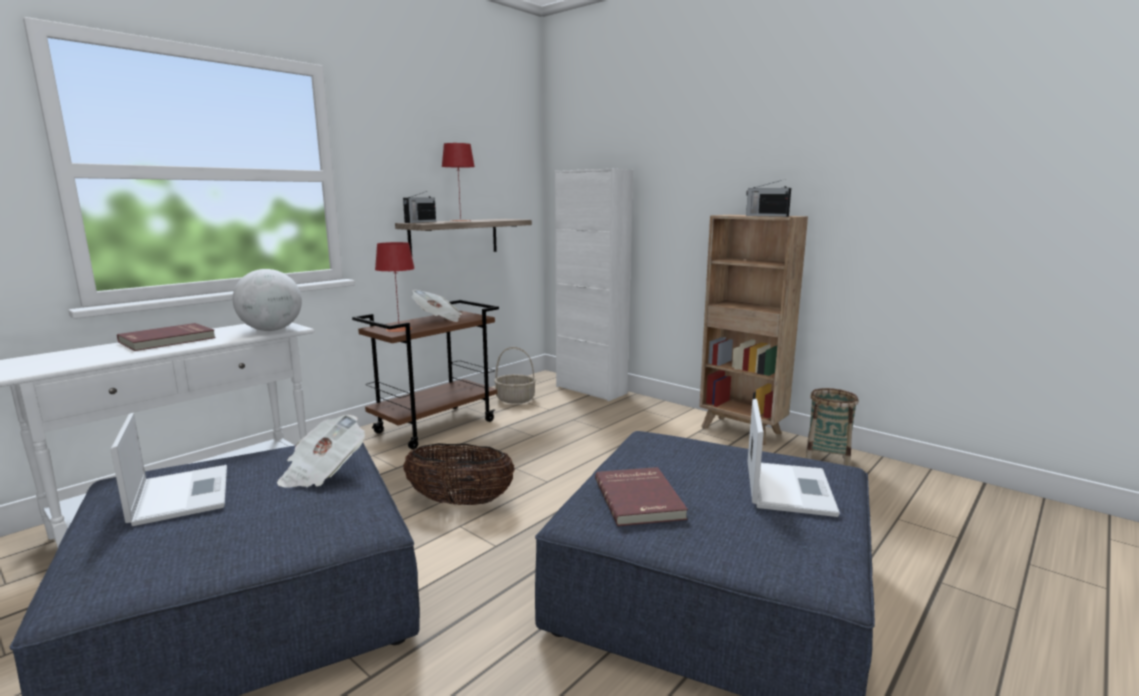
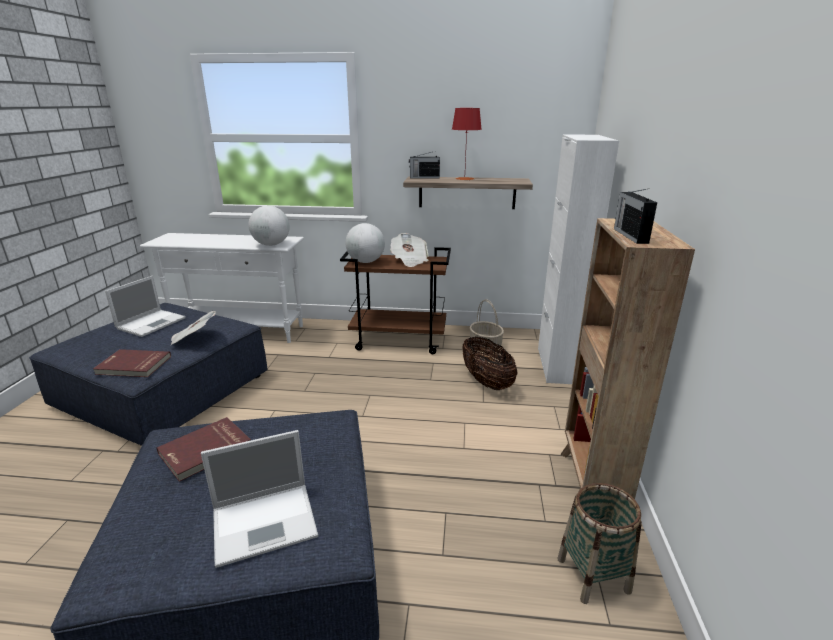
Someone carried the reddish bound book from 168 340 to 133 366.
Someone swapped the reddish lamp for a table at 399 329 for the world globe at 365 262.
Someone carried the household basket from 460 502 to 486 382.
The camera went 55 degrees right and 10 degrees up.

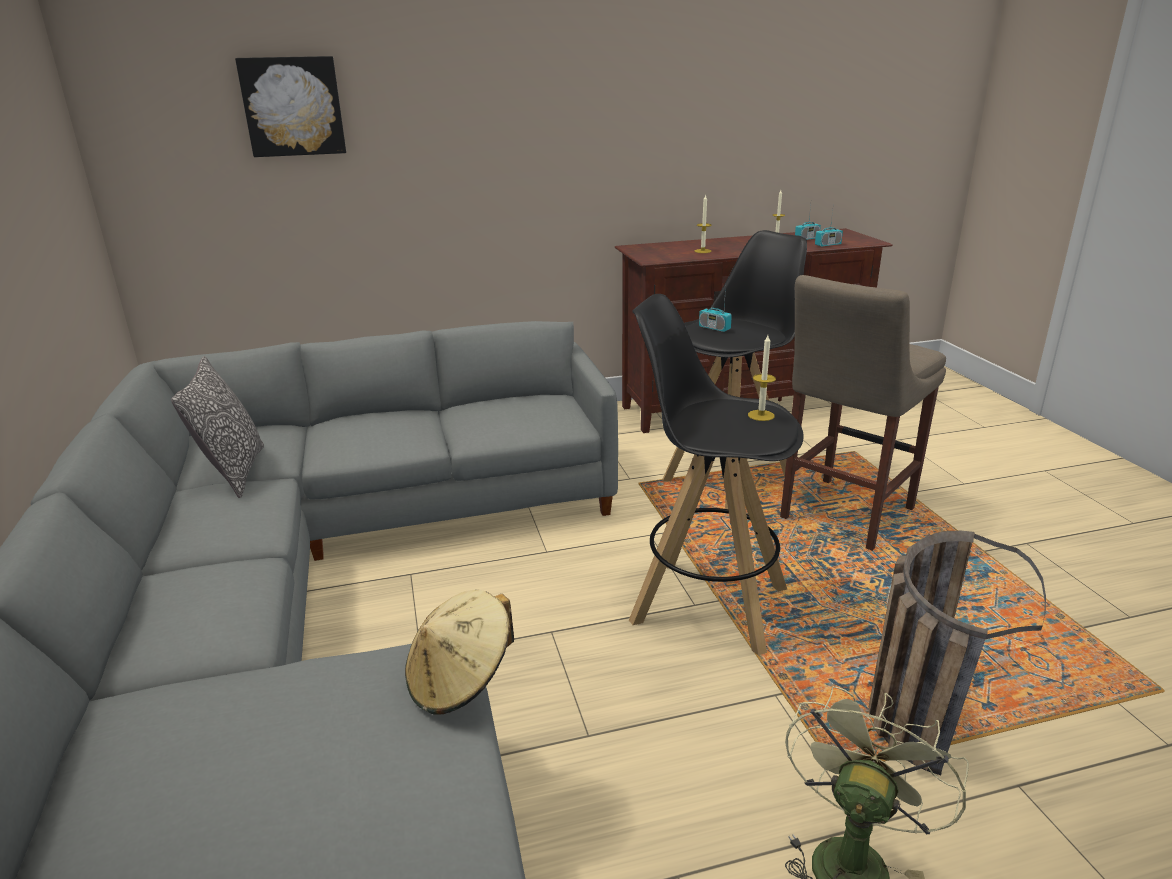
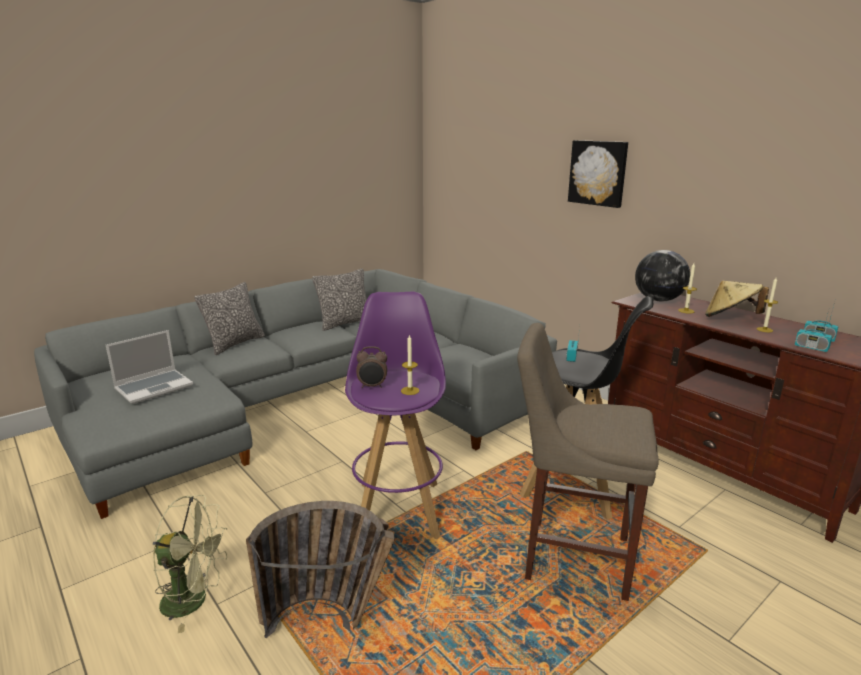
Someone carried the wall art from 293 106 to 598 173.
Someone carried the sand-coloured hat from 460 680 to 730 318.
Someone repainted the black-coloured stool at 707 604, which became the purple-coloured stool at 399 508.
Someone put down the notebook computer at 154 387.
Someone put down the cushion at 235 344.
Someone put down the table clock at 372 386.
Someone put down the world globe at 658 300.
The camera went 65 degrees right and 5 degrees down.

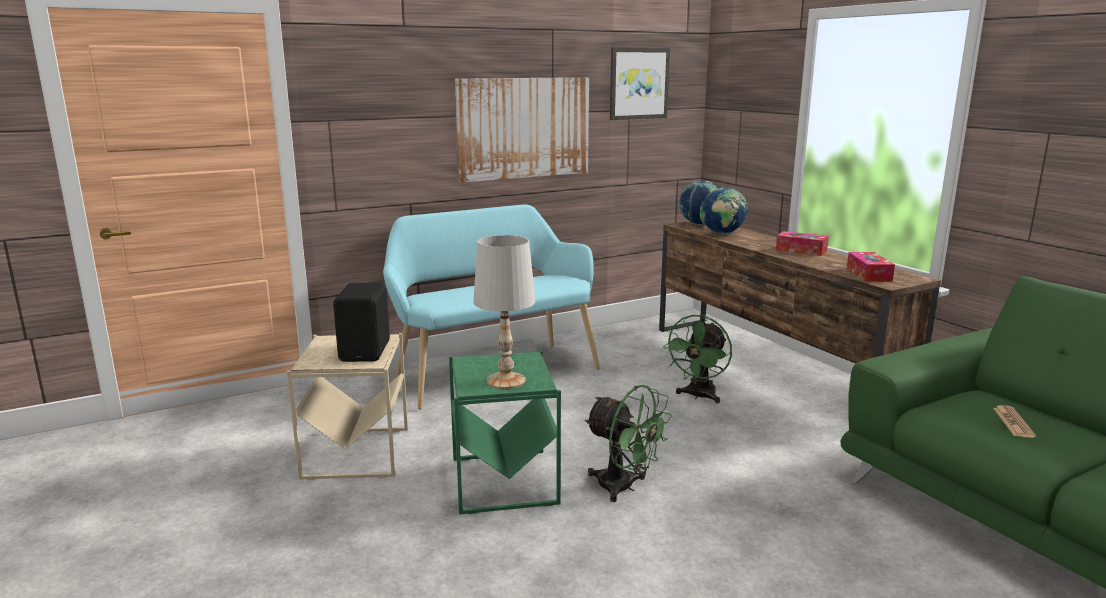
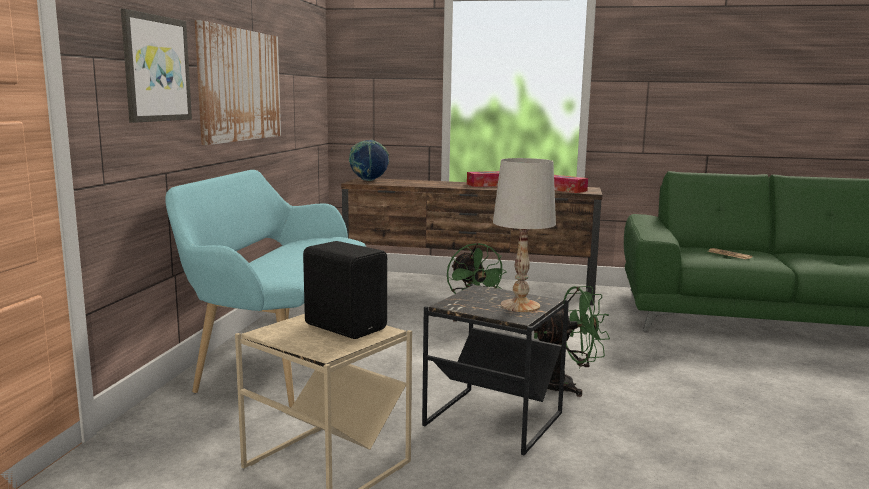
Someone repainted the green accent table at 504 481, which became the black-coloured accent table at 492 419.
Someone carried the wall art from 638 83 to 156 68.
Someone took away the world globe at 722 234.
The camera went 50 degrees left and 5 degrees down.

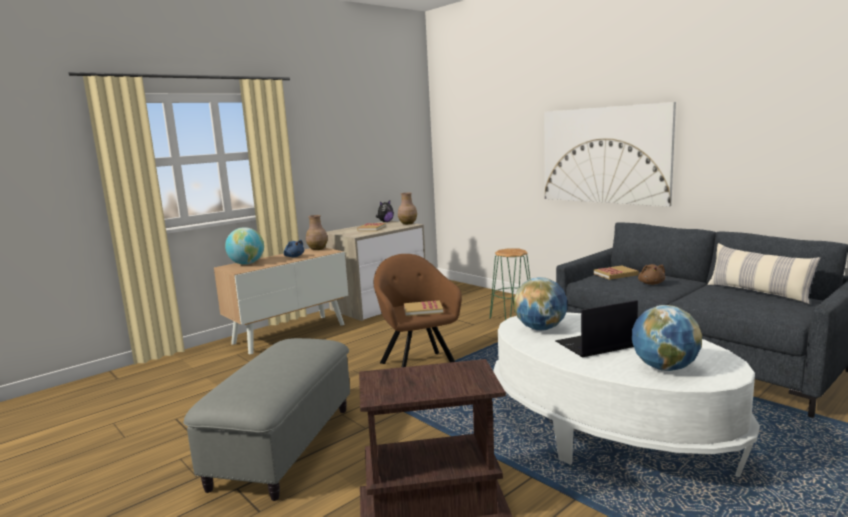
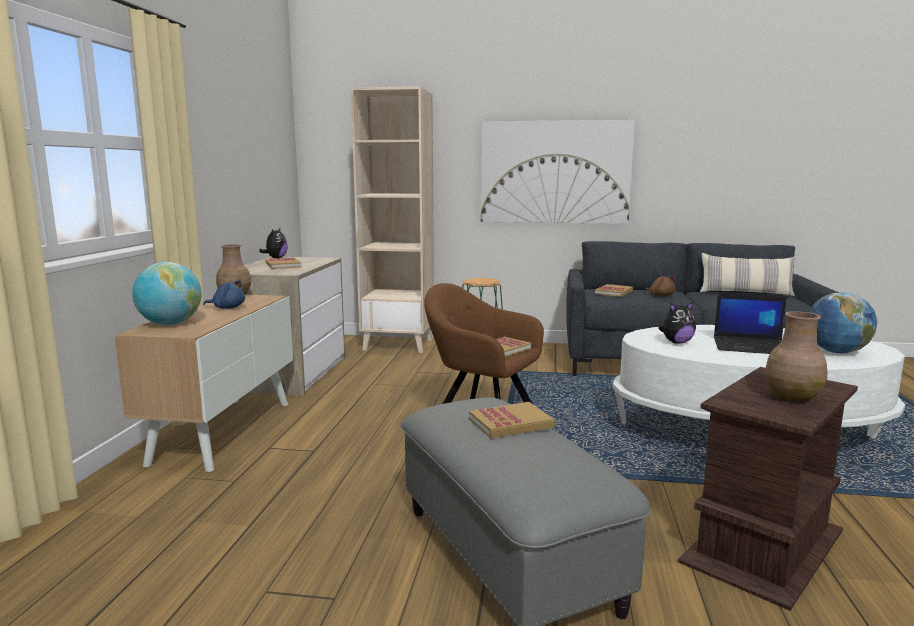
Someone carried the brown-coloured vase from 407 223 to 791 398.
Someone swapped the world globe at 540 328 for the soft toy at 676 342.
Someone rotated the notebook computer at 595 345 by 105 degrees counterclockwise.
Someone put down the sand-coloured bookcase at 399 344.
Someone put down the bound book at 511 423.
The camera went 40 degrees left and 0 degrees up.

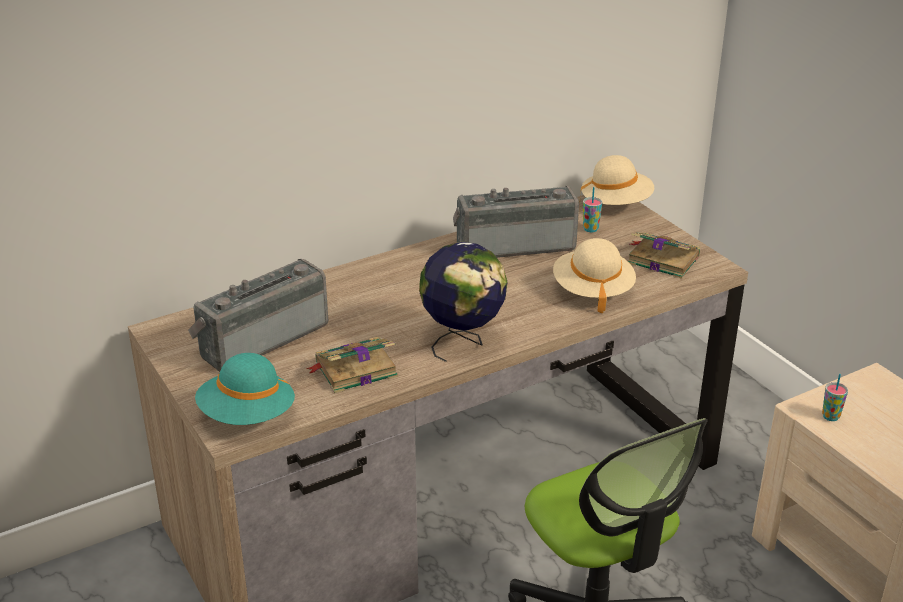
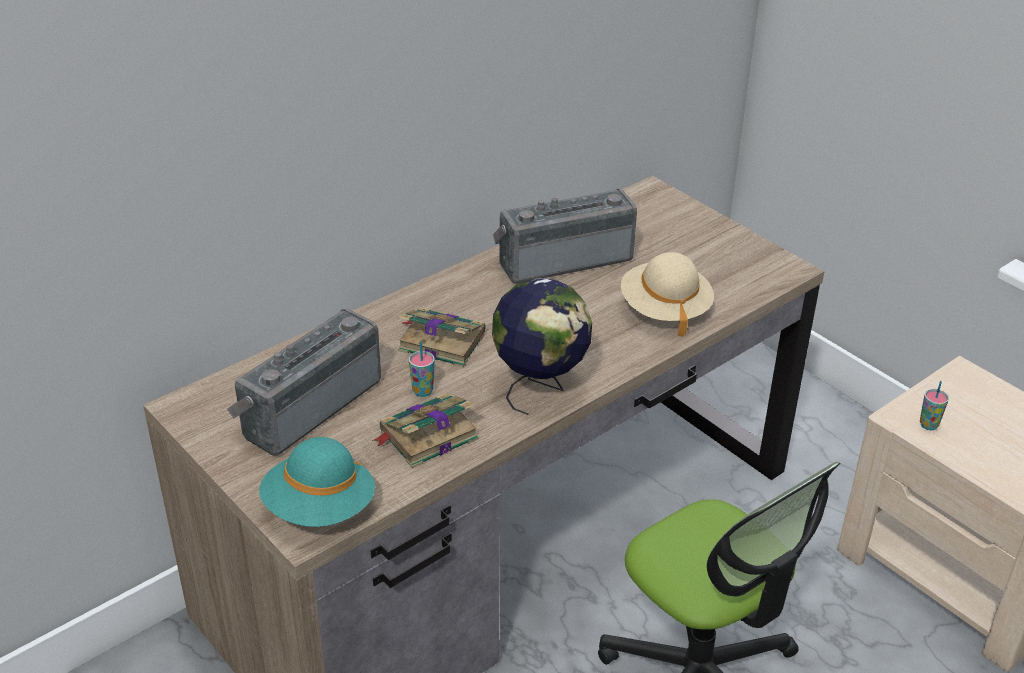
Someone took away the sand-coloured hat at 616 204.
Someone carried the drinking cup from 590 229 to 422 391.
Someone carried the bound book from 661 259 to 440 341.
The camera went 10 degrees left and 5 degrees up.

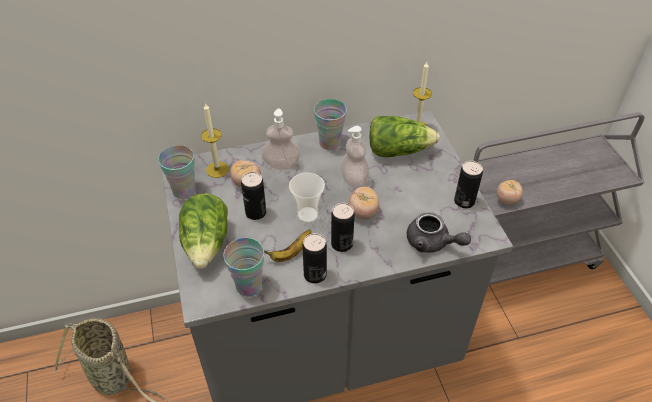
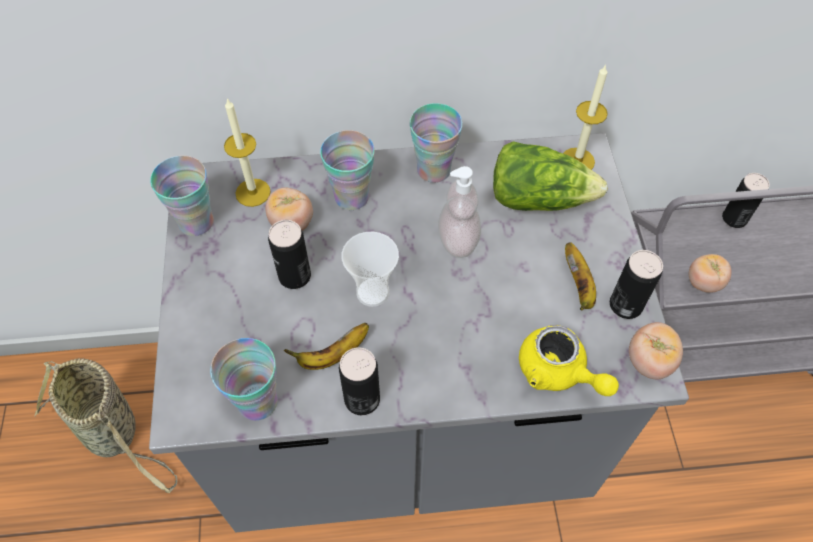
Someone took away the head of lettuce at 207 243.
Someone swapped the soap bottle at 281 164 for the drinking cup at 351 197.
Someone carried the sealed can from 342 244 to 734 218.
Someone carried the fresh tomato from 363 212 to 649 361.
Someone repainted the gray tea pot at 432 243, which became the yellow-coloured tea pot at 558 372.
Someone put down the banana at 579 286.
The camera went 10 degrees right and 10 degrees up.

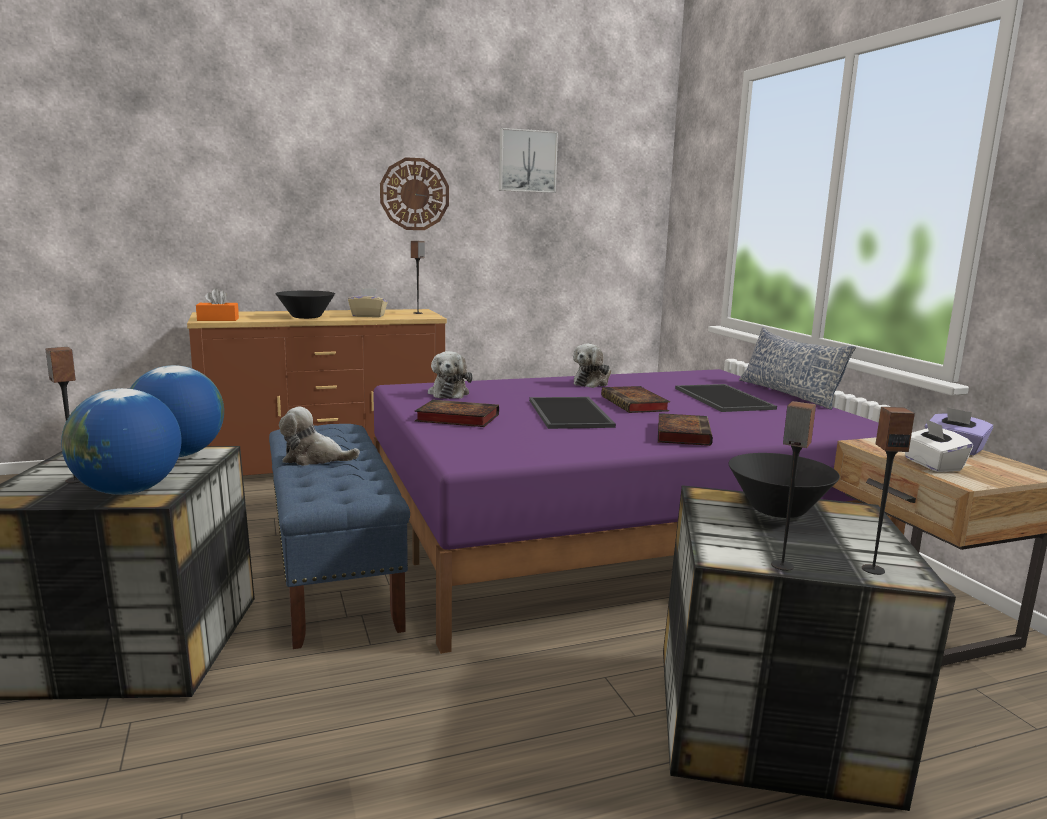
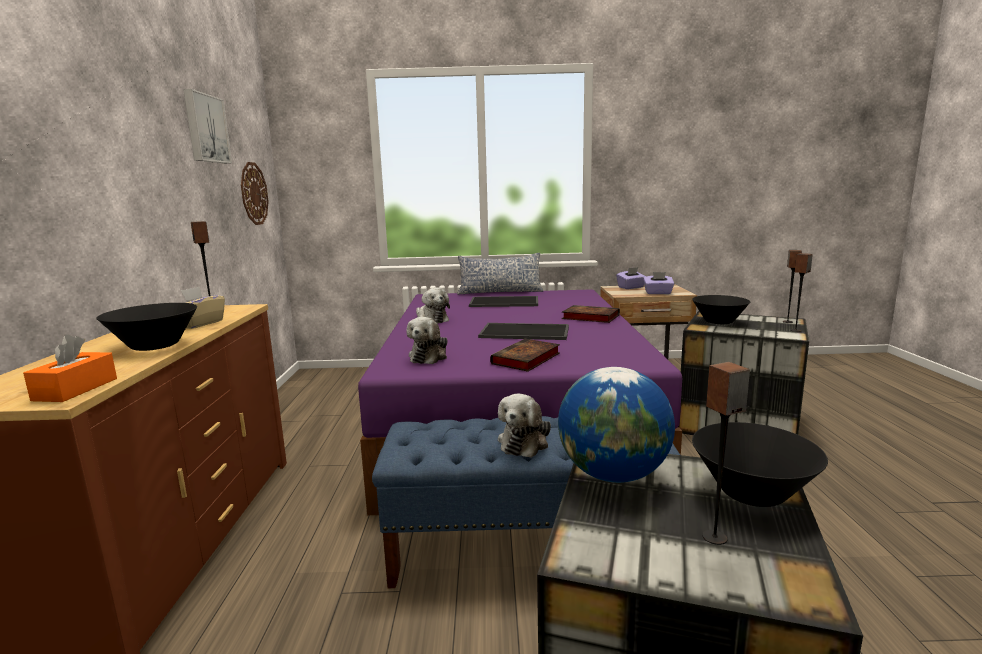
Someone swapped the world globe at 128 491 for the black-coloured serving bowl at 752 493.
Someone carried the hanging clock from 414 194 to 254 193.
Someone rotated the soft toy at 449 393 by 90 degrees clockwise.
Someone took away the bound book at 635 404.
Someone repainted the whitish box of tissues at 932 465, which became the purple-coloured box of tissues at 658 293.
The camera went 70 degrees left and 0 degrees up.

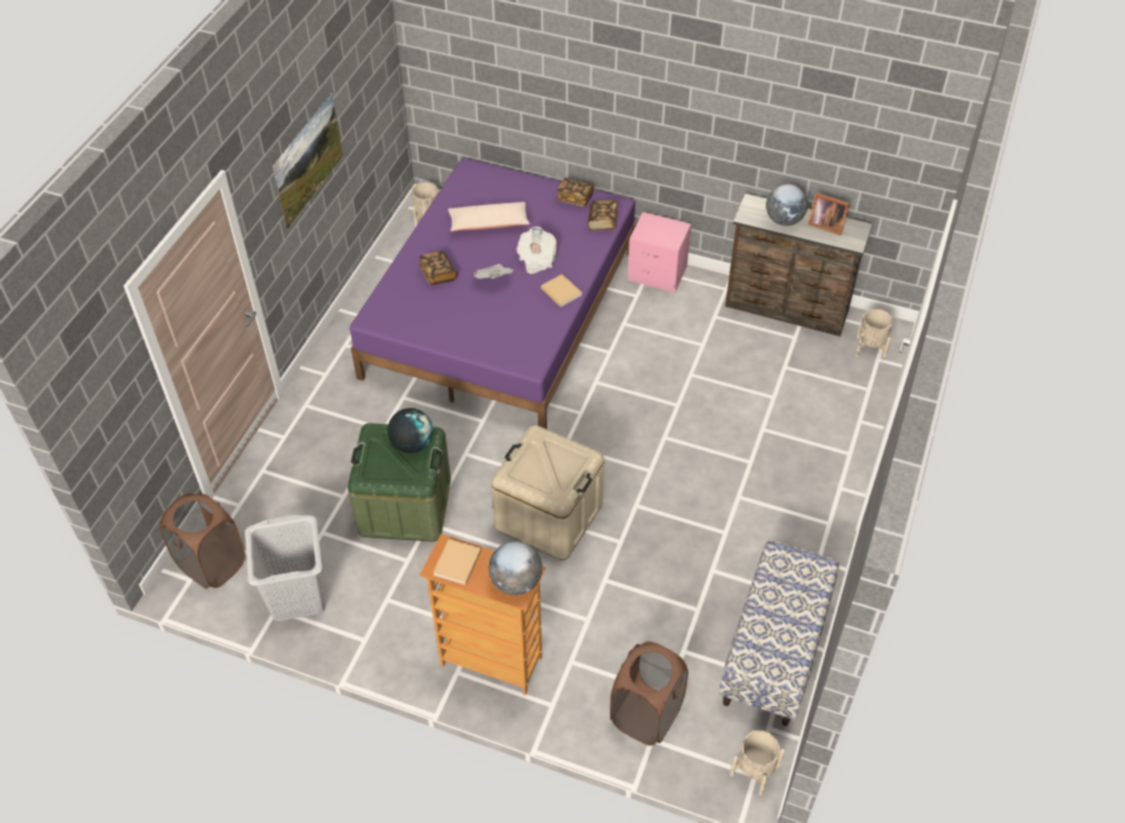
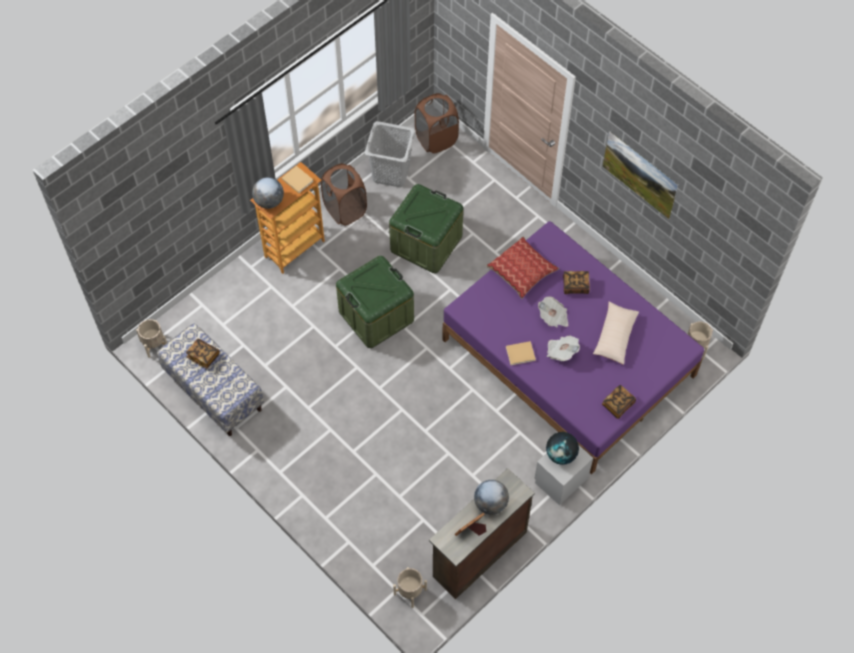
Someone carried the world globe from 412 444 to 561 454.
Someone repainted the sand-coloured storage bin at 549 516, which became the green storage bin at 376 316.
Someone carried the bound book from 602 221 to 203 356.
Someone carried the brown-coloured hamper from 646 715 to 345 210.
Someone repainted the pink night table at 657 274, which became the gray night table at 561 480.
Someone put down the cushion at 522 271.
The camera went 115 degrees right and 10 degrees up.

